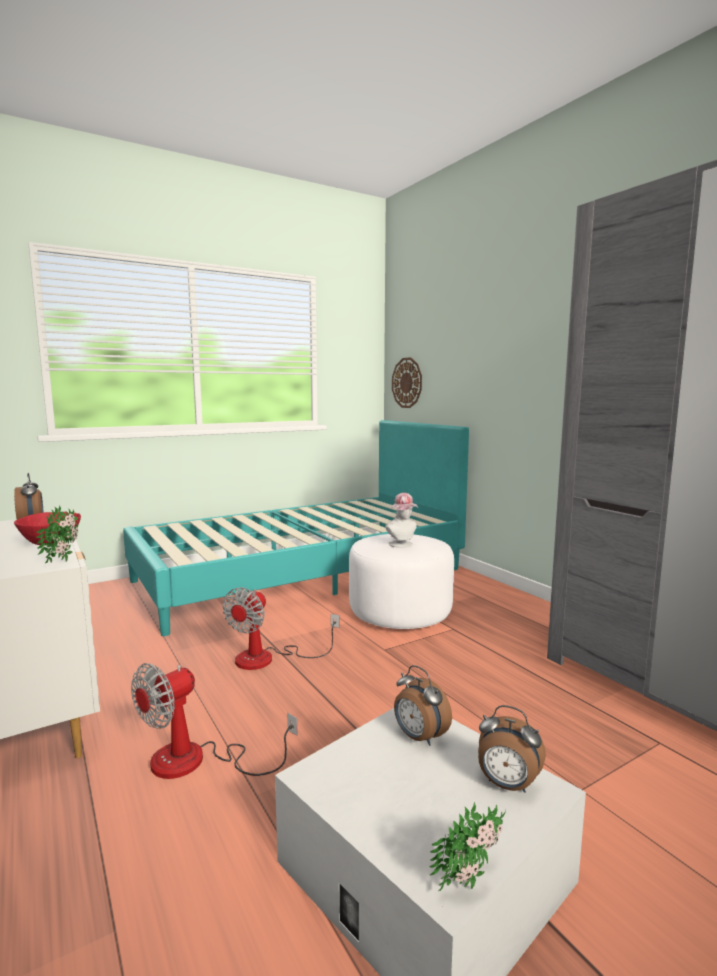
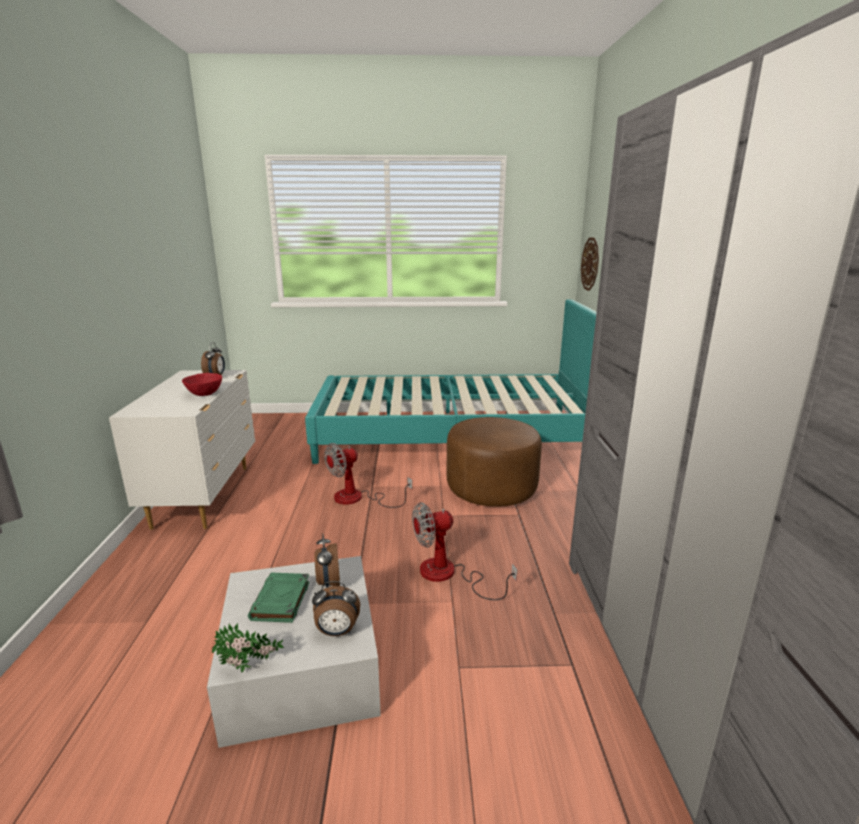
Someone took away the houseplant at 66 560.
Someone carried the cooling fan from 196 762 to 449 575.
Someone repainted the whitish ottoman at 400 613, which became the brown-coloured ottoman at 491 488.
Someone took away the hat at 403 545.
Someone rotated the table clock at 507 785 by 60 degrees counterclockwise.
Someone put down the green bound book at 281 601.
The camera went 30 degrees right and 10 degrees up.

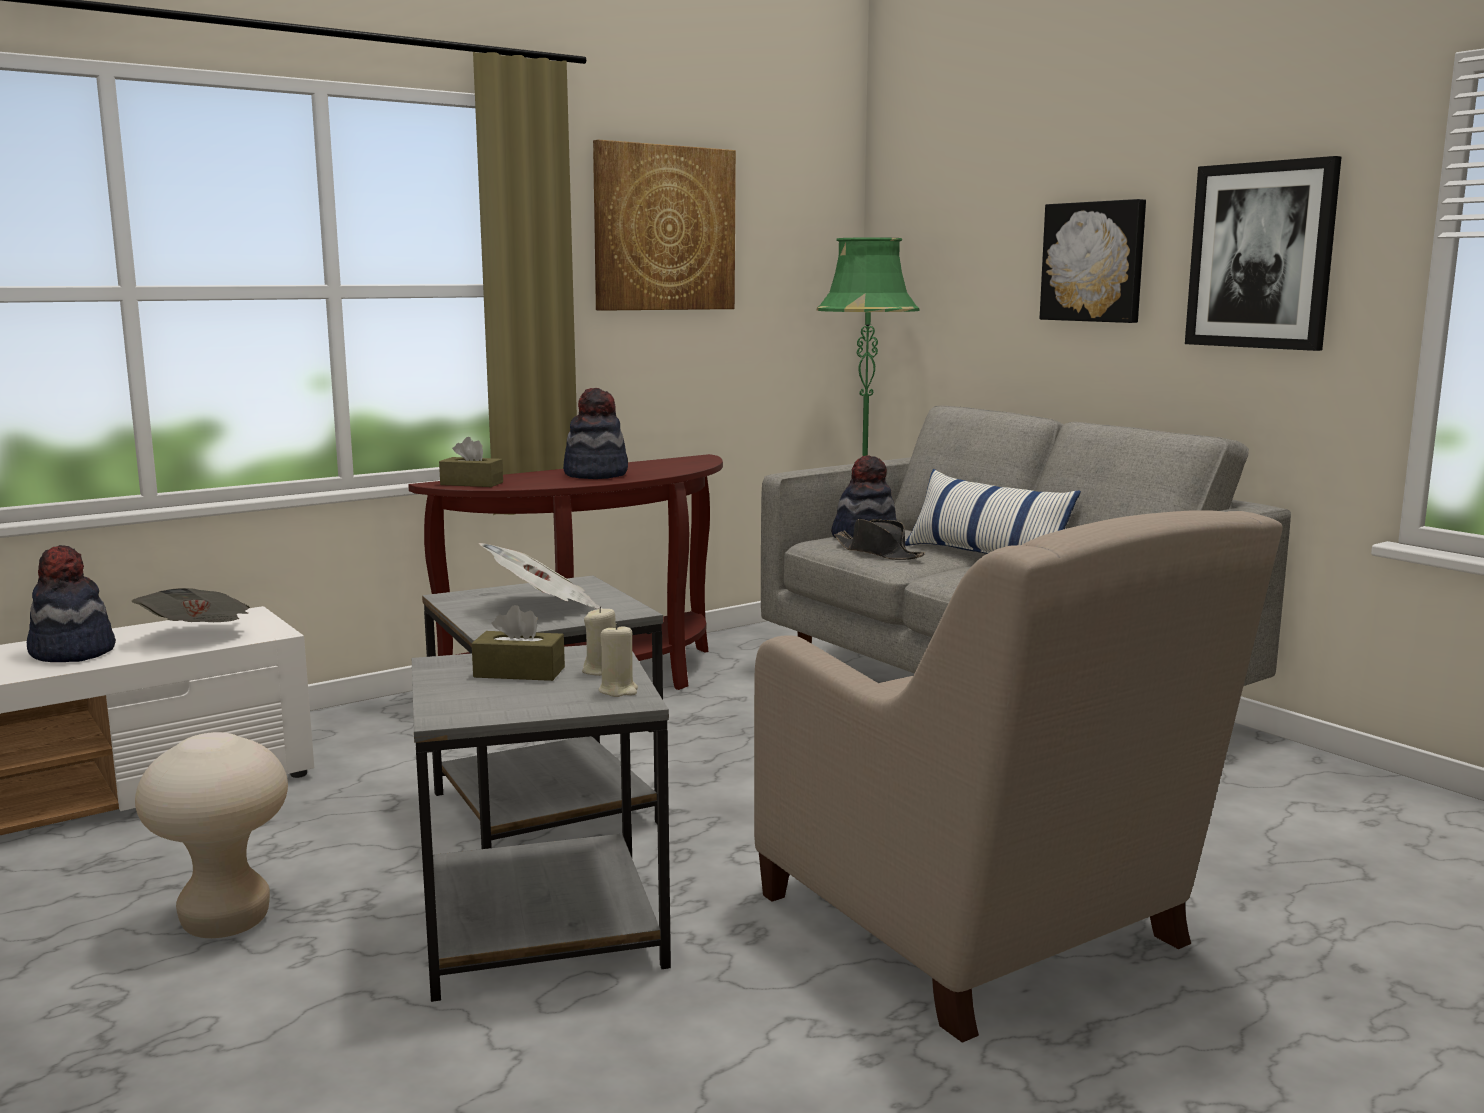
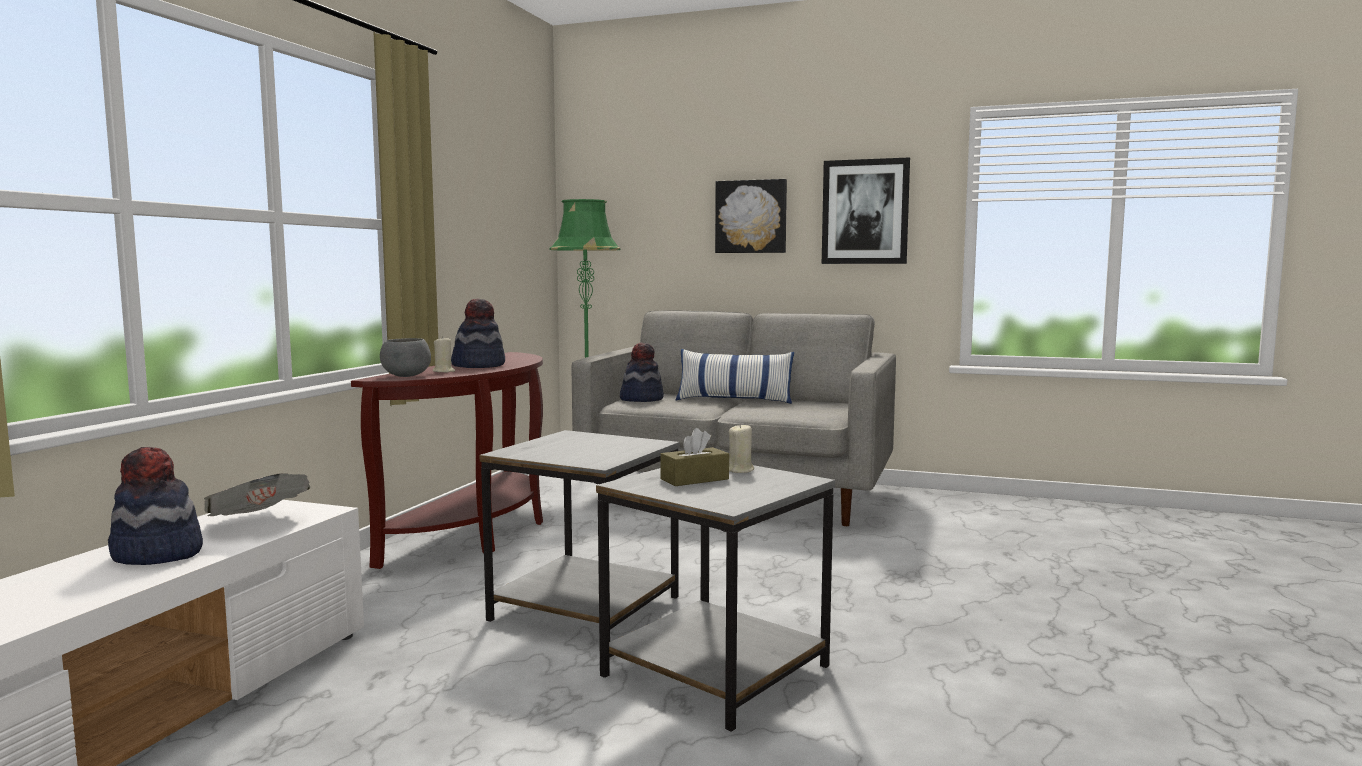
Someone took away the sand-coloured stool at 225 922.
Someone swapped the brown-coloured box of tissues at 472 483 for the gray serving bowl at 406 376.
Someone took away the newspaper at 544 608.
Someone took away the wall art at 664 228.
Someone carried the sand-coloured candle from 618 690 to 444 371.
Someone took away the sand-coloured easy chair at 979 926.
Someone took away the black-coloured hat at 878 553.
The camera went 35 degrees left and 5 degrees down.

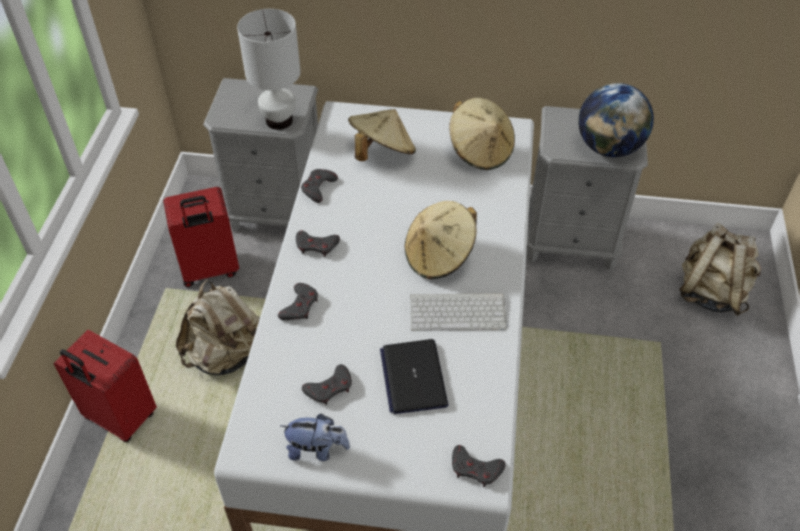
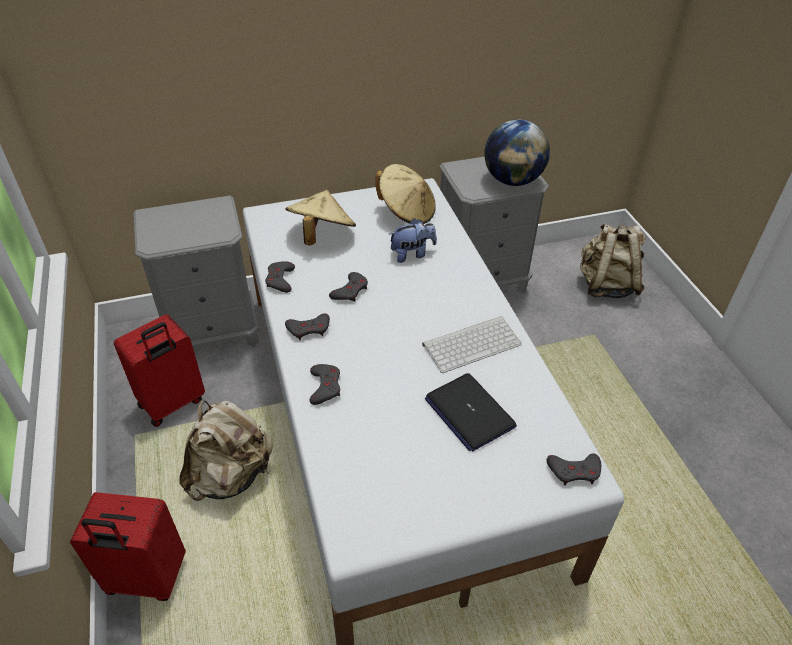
Someone took away the whitish lamp for a table at 279 121.
Someone carried the soft toy from 317 449 to 412 254.
Someone carried the gray gamepad from 329 388 to 350 291.
Someone took away the sand-coloured hat at 439 256.
The camera went 25 degrees left and 5 degrees down.

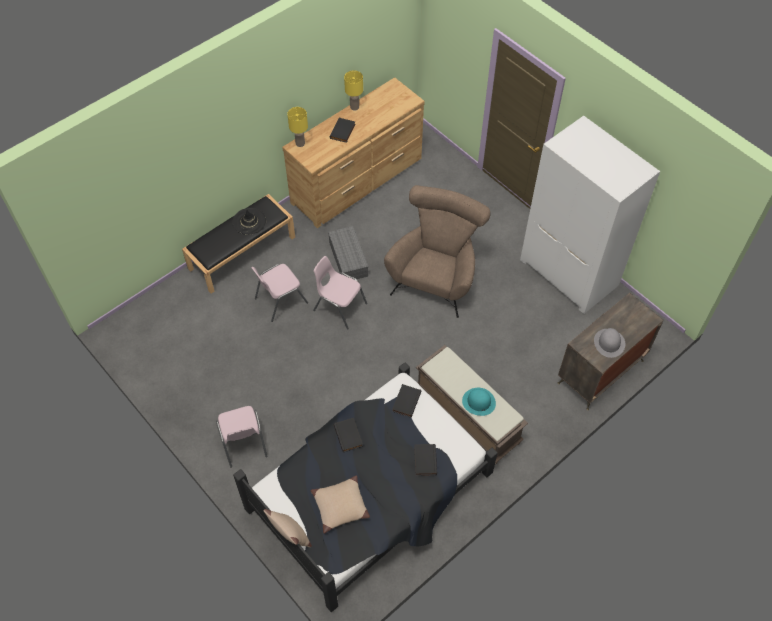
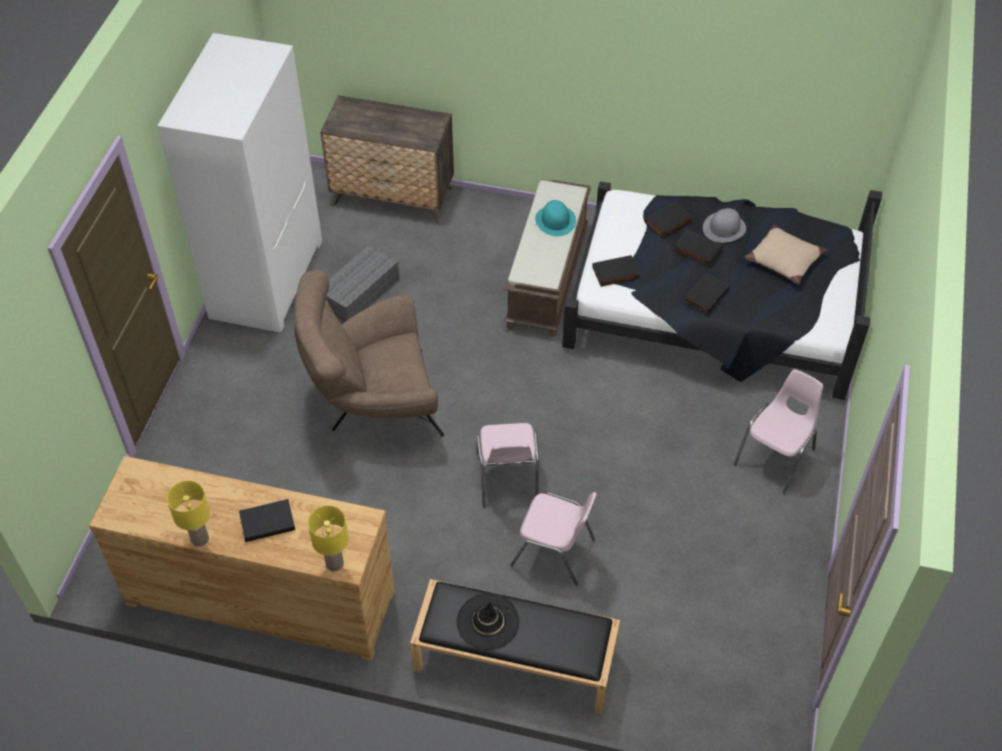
Someone took away the sand-coloured cushion at 291 536.
Someone carried the gray storage bin from 347 258 to 359 294.
Someone carried the gray hat from 609 343 to 724 228.
Someone put down the black-coloured bound book at 697 250.
The camera went 125 degrees left and 5 degrees down.

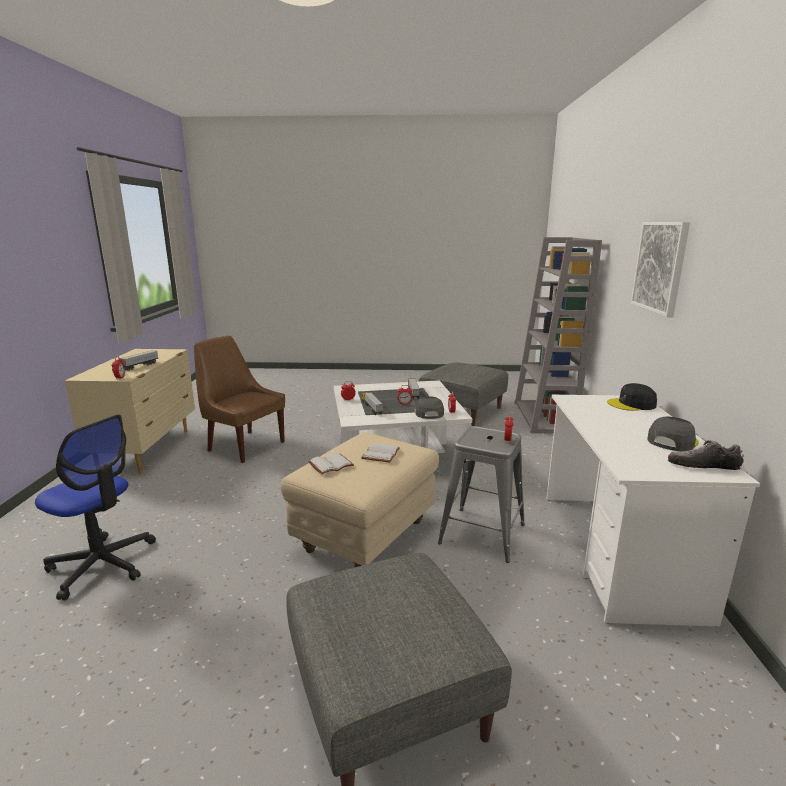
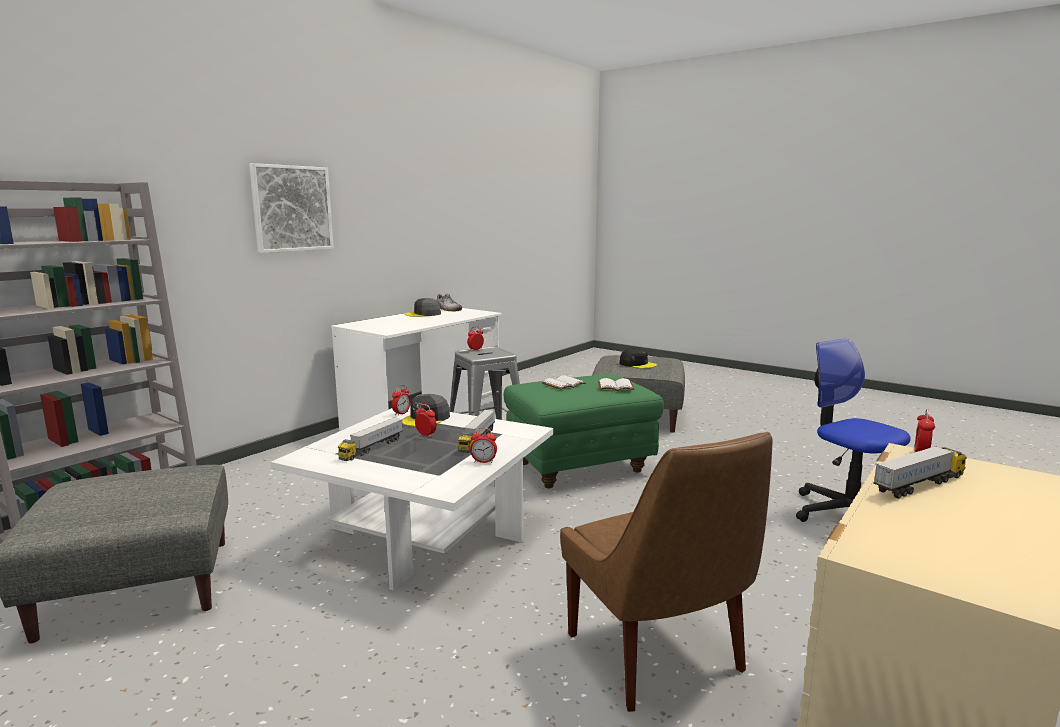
Someone repainted the sand-coloured ottoman at 366 537, which became the green ottoman at 580 467.
Someone carried the black-coloured cap from 631 404 to 637 364.
The camera went 145 degrees left and 5 degrees down.

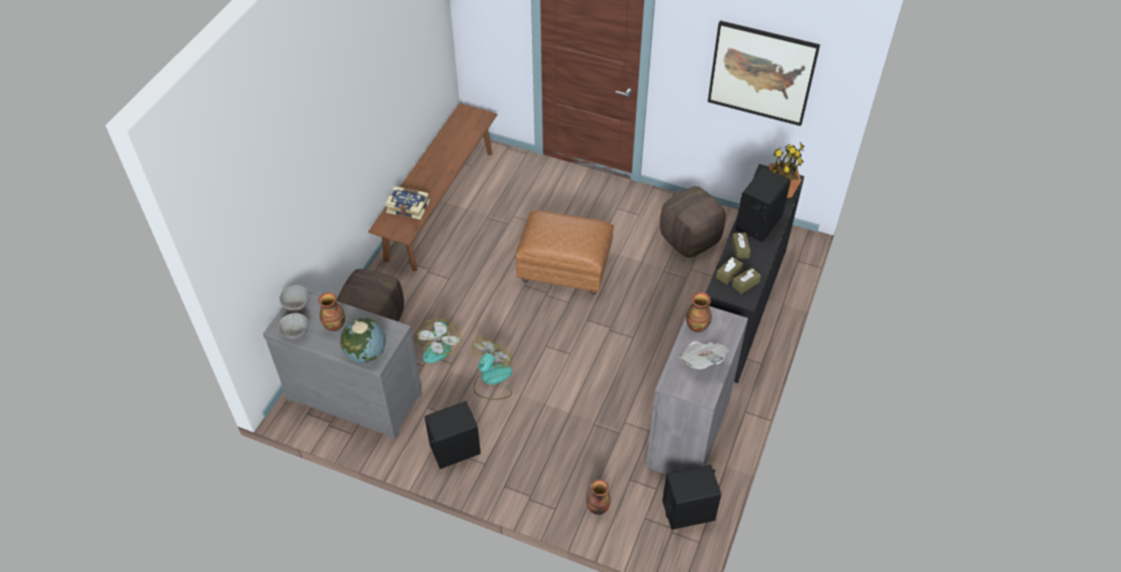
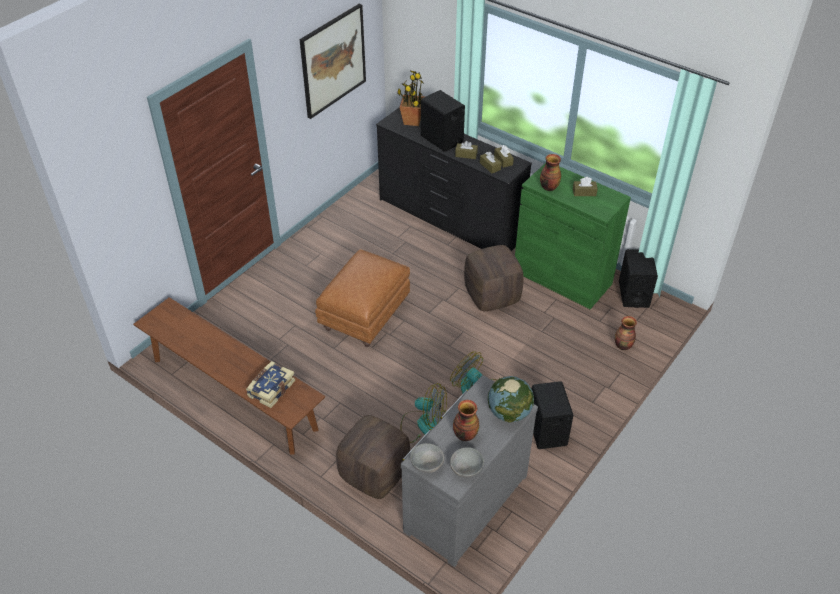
Someone repainted the gray cupboard at 688 432, which became the green cupboard at 562 277.
Someone carried the brown-coloured ottoman from 689 239 to 491 296.
Someone swapped the newspaper at 701 361 for the brown-coloured box of tissues at 584 192.
The camera went 75 degrees left and 5 degrees down.

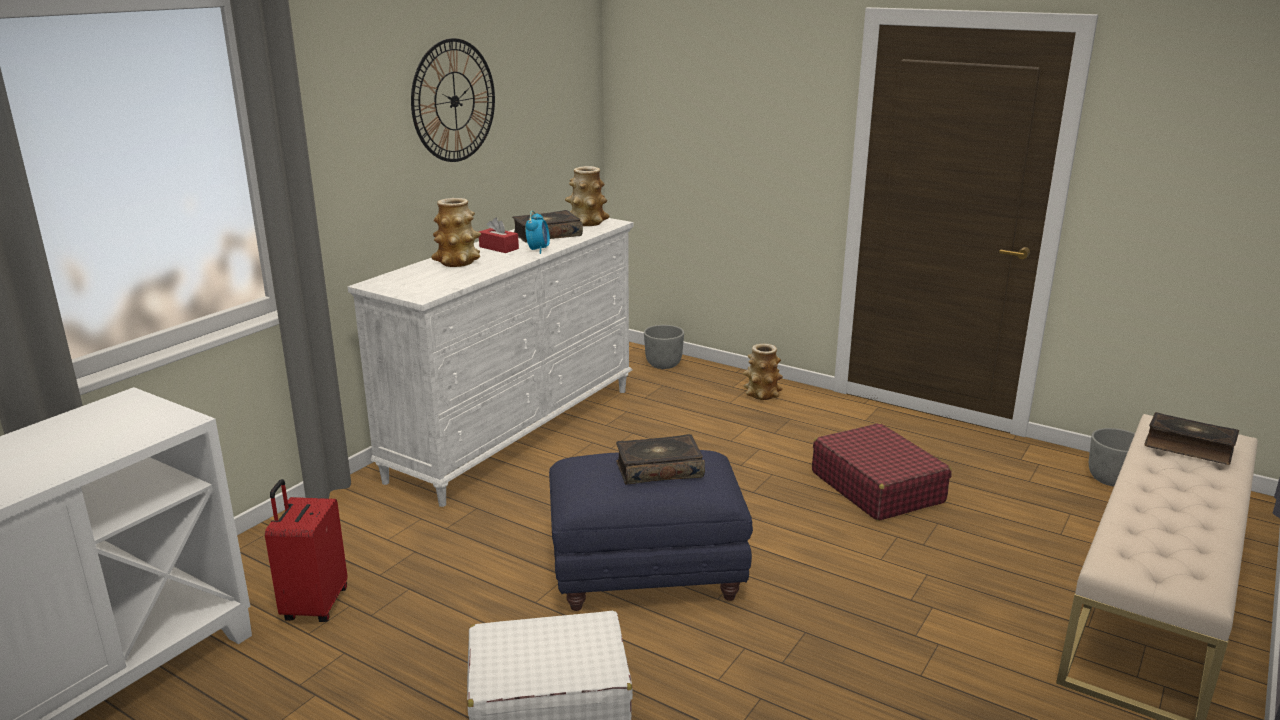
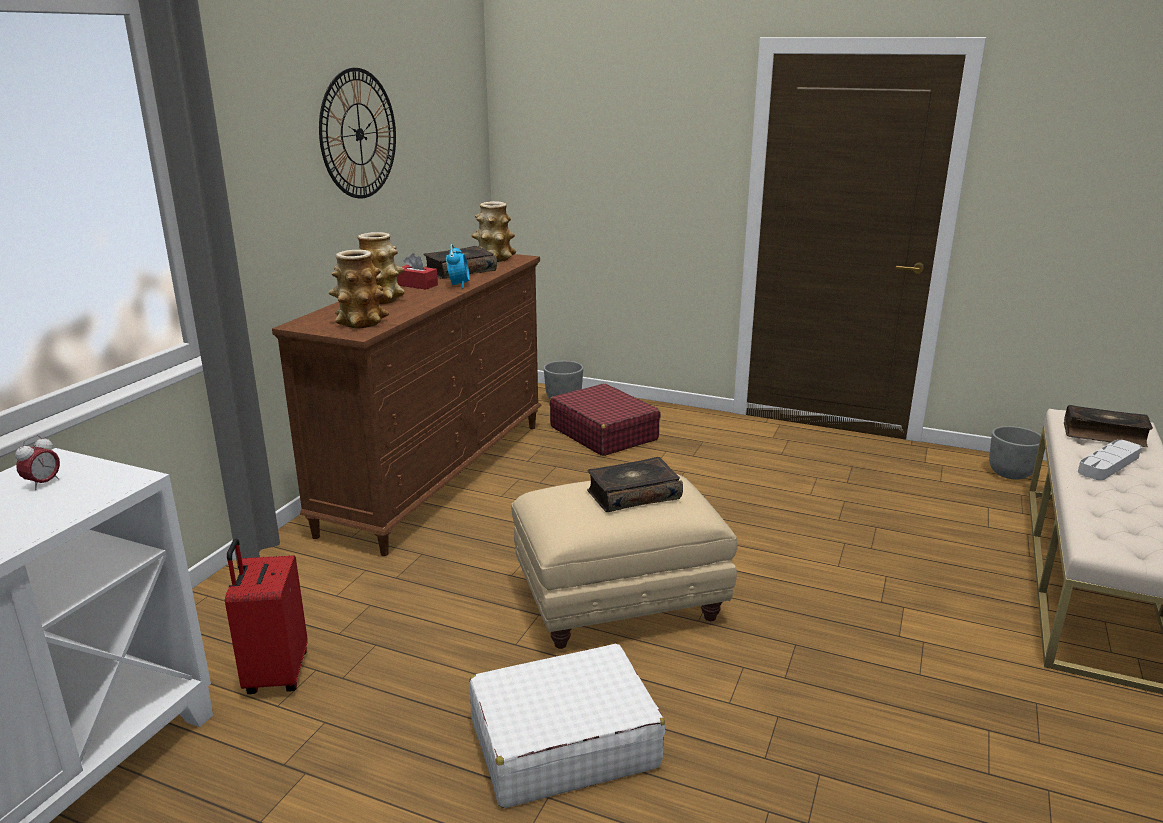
Someone repainted the whitish dresser at 516 432, which became the brown-coloured dresser at 438 475.
Someone repainted the blue-coloured ottoman at 644 574, which became the sand-coloured ottoman at 617 604.
Someone carried the vase from 762 394 to 361 322.
Someone carried the reddish piece of luggage from 877 487 to 603 433.
Someone put down the table clock at 43 483.
Someone put down the gray carrying tray at 1108 464.
The camera went 10 degrees left and 0 degrees up.

